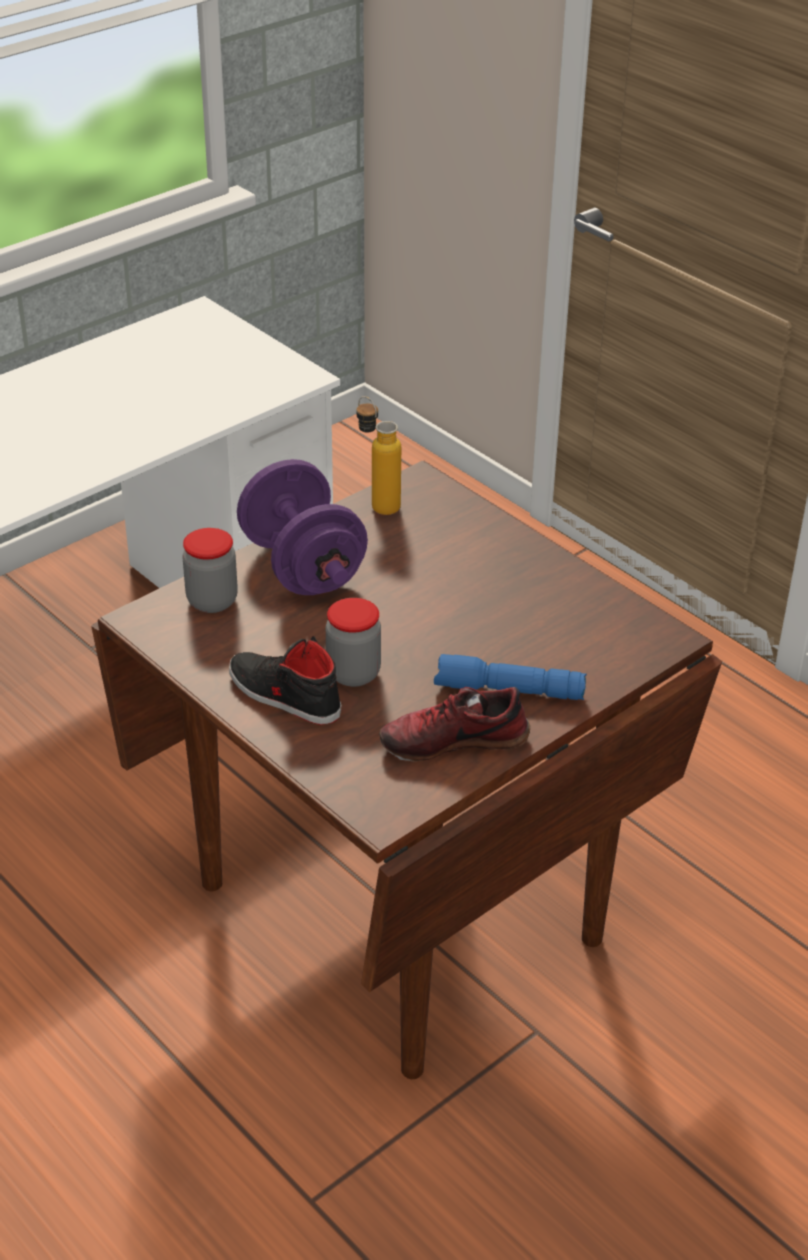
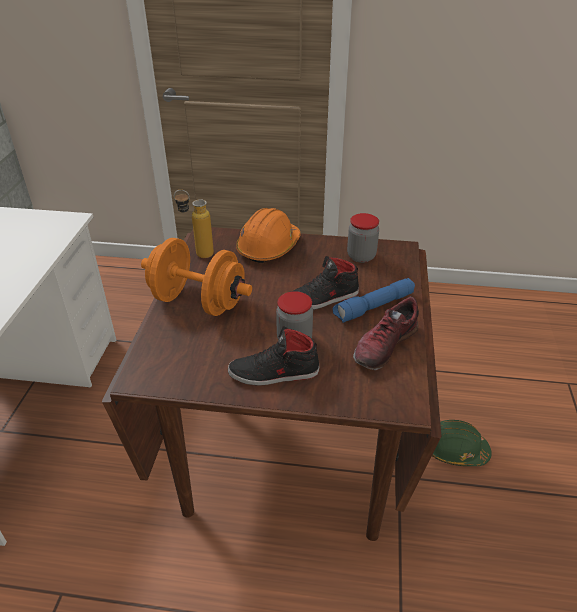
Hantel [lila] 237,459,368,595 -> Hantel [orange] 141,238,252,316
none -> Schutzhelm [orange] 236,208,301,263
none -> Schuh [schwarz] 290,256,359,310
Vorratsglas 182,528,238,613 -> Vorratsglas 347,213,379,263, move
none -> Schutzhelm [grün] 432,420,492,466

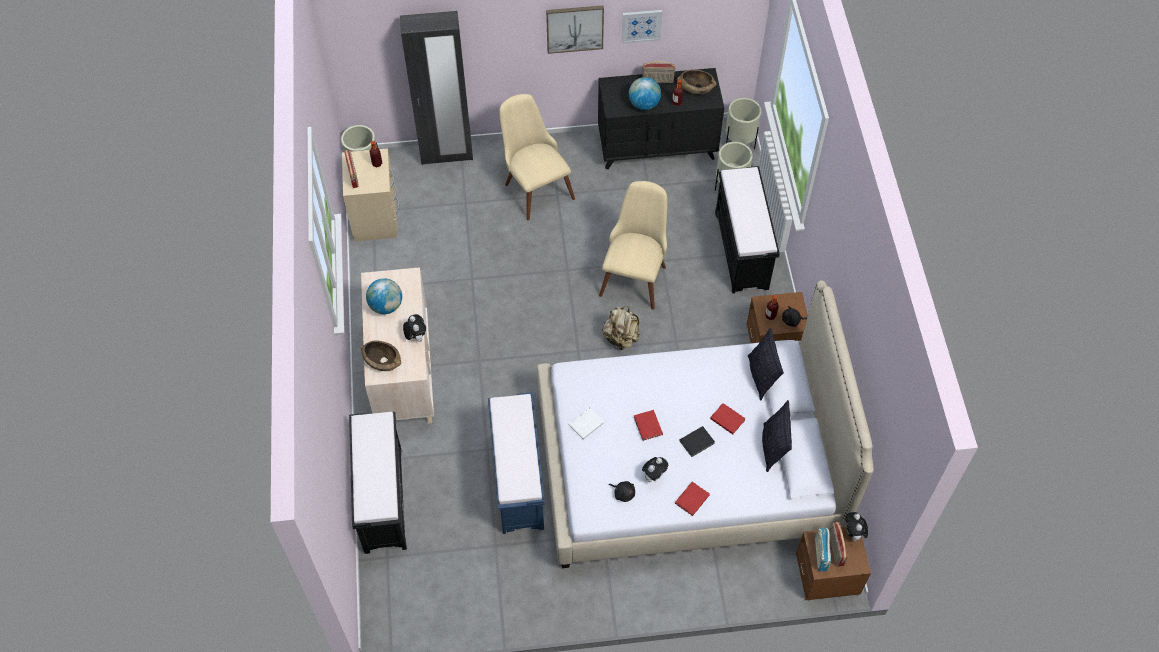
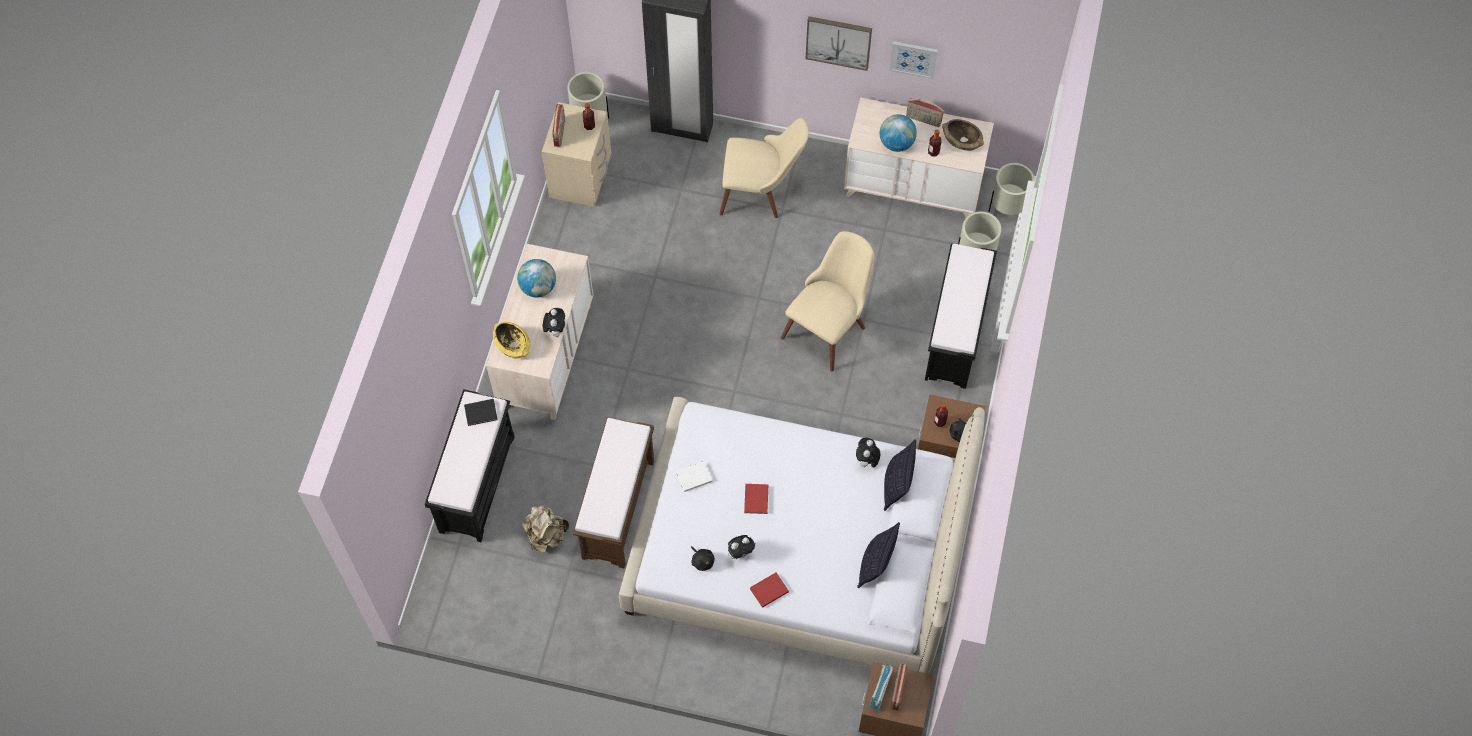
Buch [schwarz] 679,426,715,457 -> Buch [schwarz] 464,399,498,426, move
Schüssel [braun] 361,340,401,371 -> Schüssel [gelb] 493,322,530,358
Rucksack [beige] 603,306,640,350 -> Rucksack [beige] 522,505,569,553, move
Bank [blau] 488,392,545,534 -> Bank [braun] 573,417,654,568
Stuhl [beige] 500,94,575,220 -> Stuhl [beige] 719,118,809,218, 105 degrees clockwise
Kommode [schwarz] 598,68,724,169 -> Kommode [beige] 844,97,994,217
Plüschtier 845,512,868,541 -> Plüschtier 856,437,880,468, move
Buch [rot] 710,403,746,434 -> none

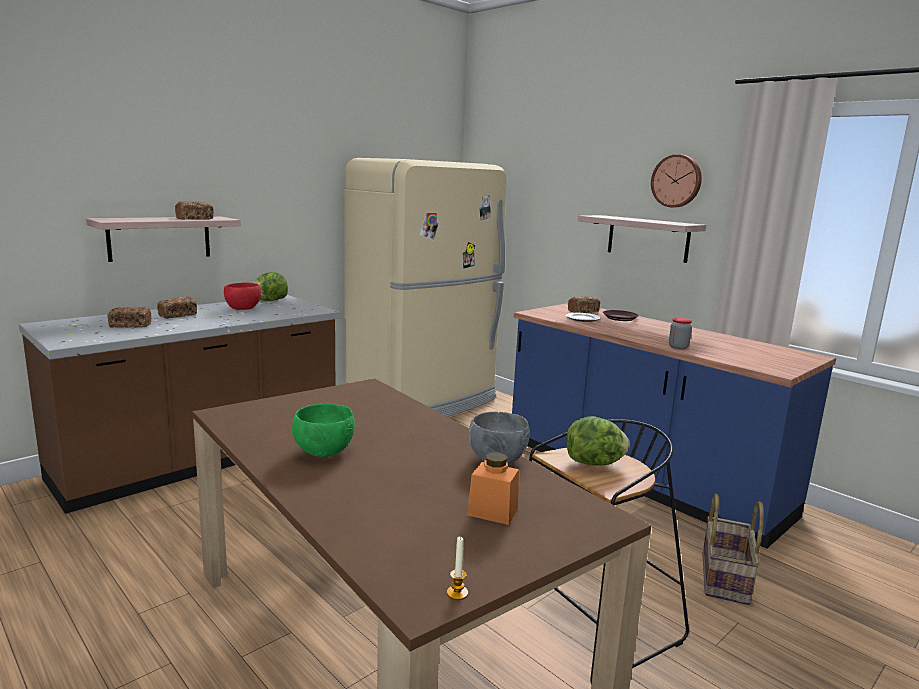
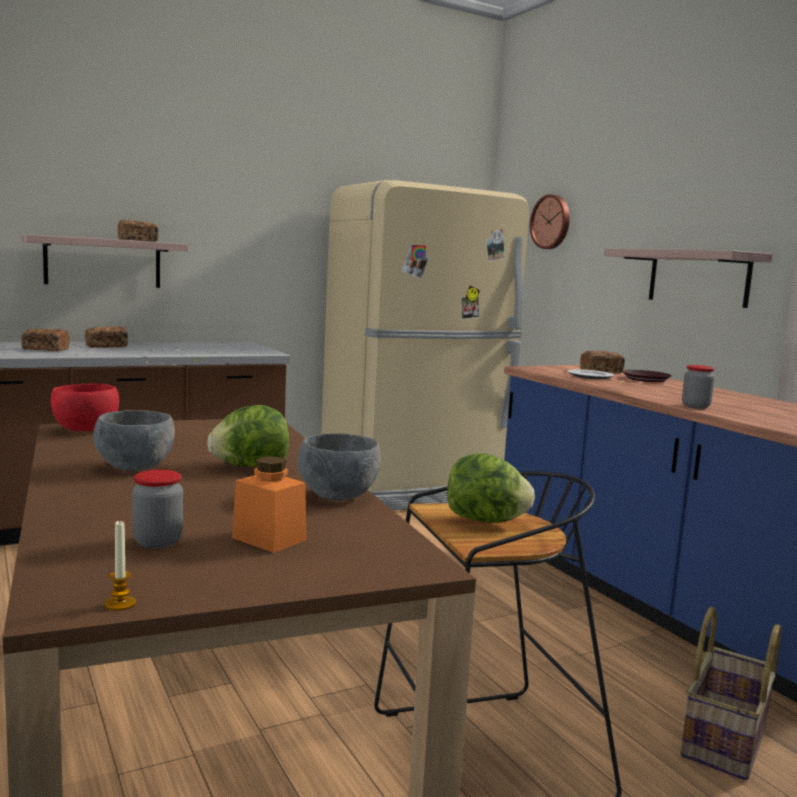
Schüssel [rot] 224,283,261,310 -> Schüssel [rot] 51,383,119,432, move
Schüssel [grün] 292,404,355,457 -> Schüssel [grau] 93,410,175,471
none -> Vorratsglas 132,470,183,549
Salatkopf 253,272,288,301 -> Salatkopf 207,405,289,467, move
Wanduhr 651,154,702,207 -> Wanduhr 530,195,570,249, move

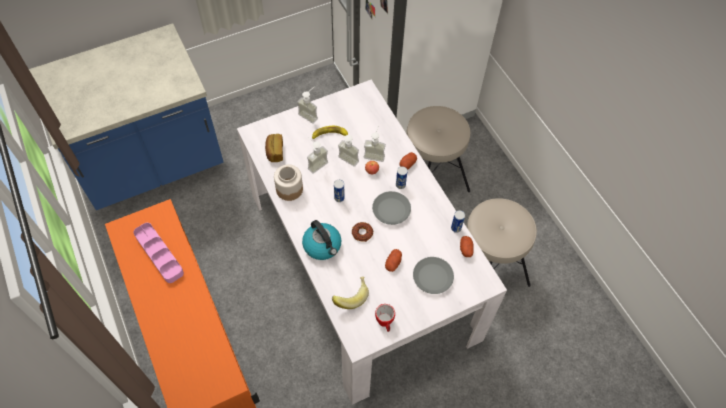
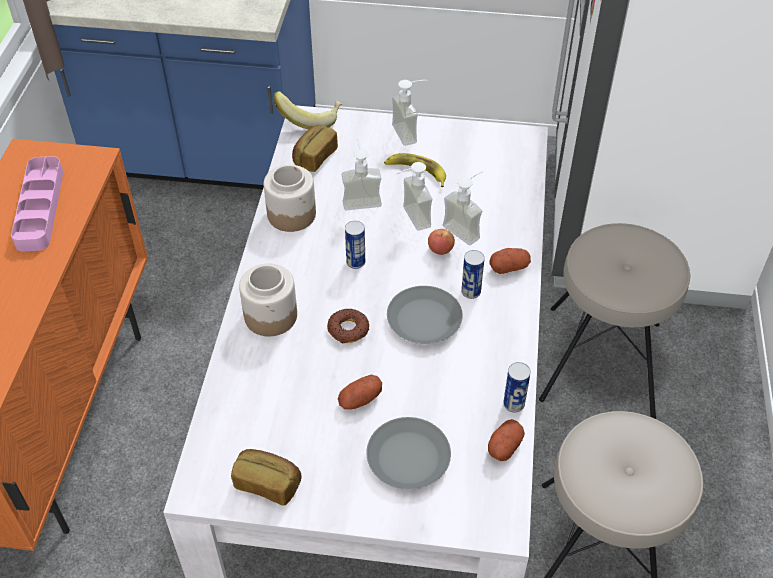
Henkelbecher 375,304,395,332 -> Brot 231,449,302,505
Wasserkessel 302,220,341,260 -> Vorratsglas 239,263,297,336
Banane 332,277,369,309 -> Banane 273,91,342,130, move

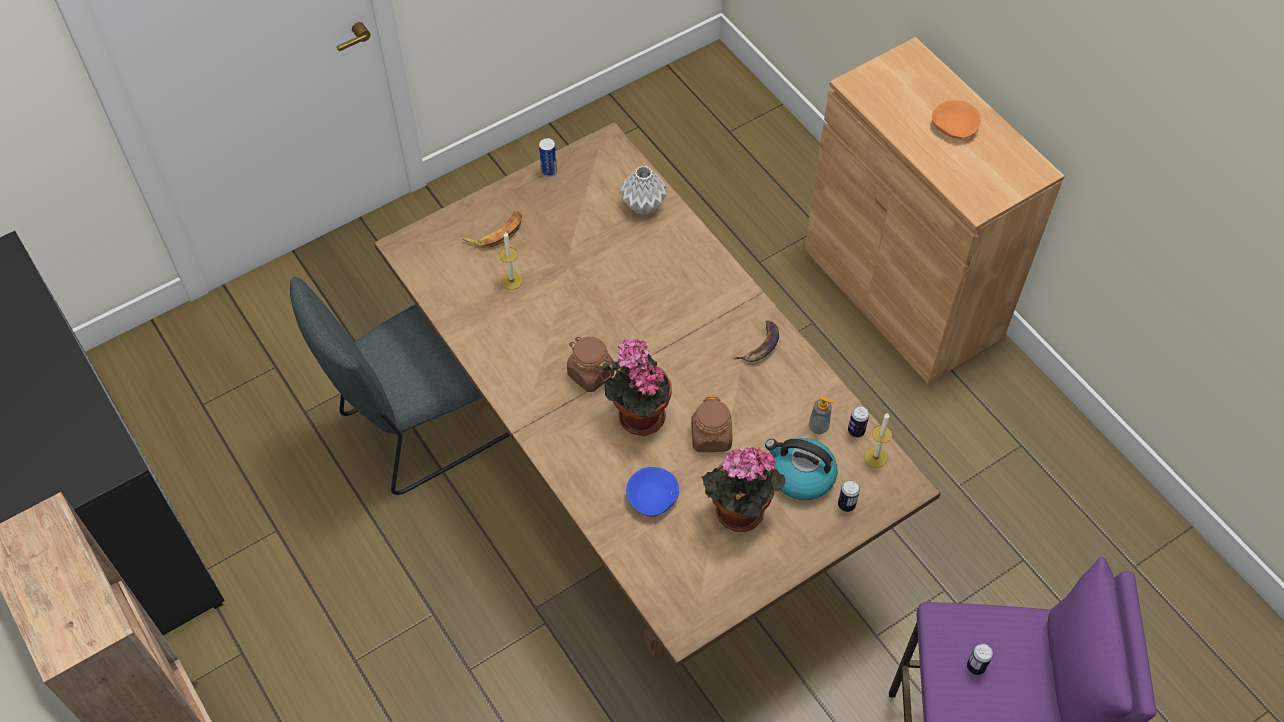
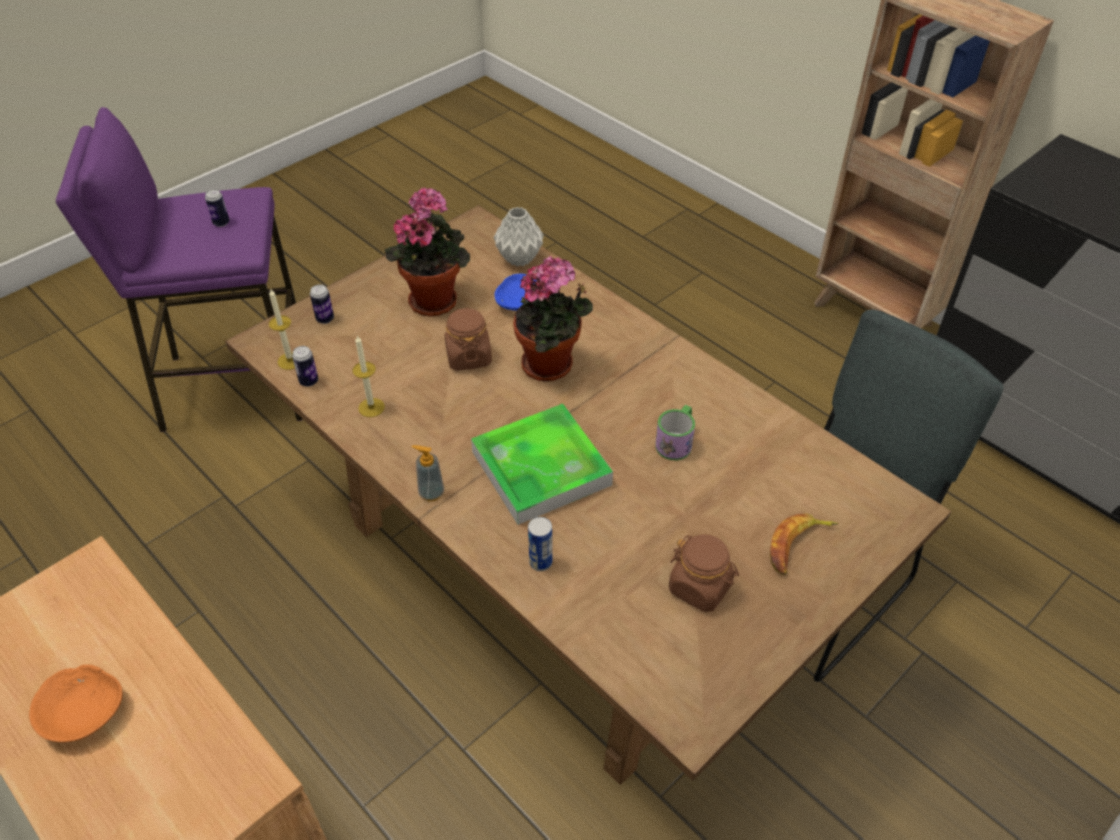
Kerze 499,231,523,290 -> Kerze 352,336,385,417, move
Seifenspender 809,395,835,434 -> Seifenspender 412,445,444,501, move
none -> Tablett 471,404,613,525
Vase [grau] 620,166,666,215 -> Vase [grau] 494,207,544,267, move
Dose 539,138,557,177 -> Dose 528,517,552,571, move
none -> Henkelbecher 655,405,695,460
Vorratsglas [braun] 567,337,614,392 -> Vorratsglas [braun] 669,534,739,612, move
Banane 733,320,779,362 -> none
Wasserkessel 765,438,838,500 -> none

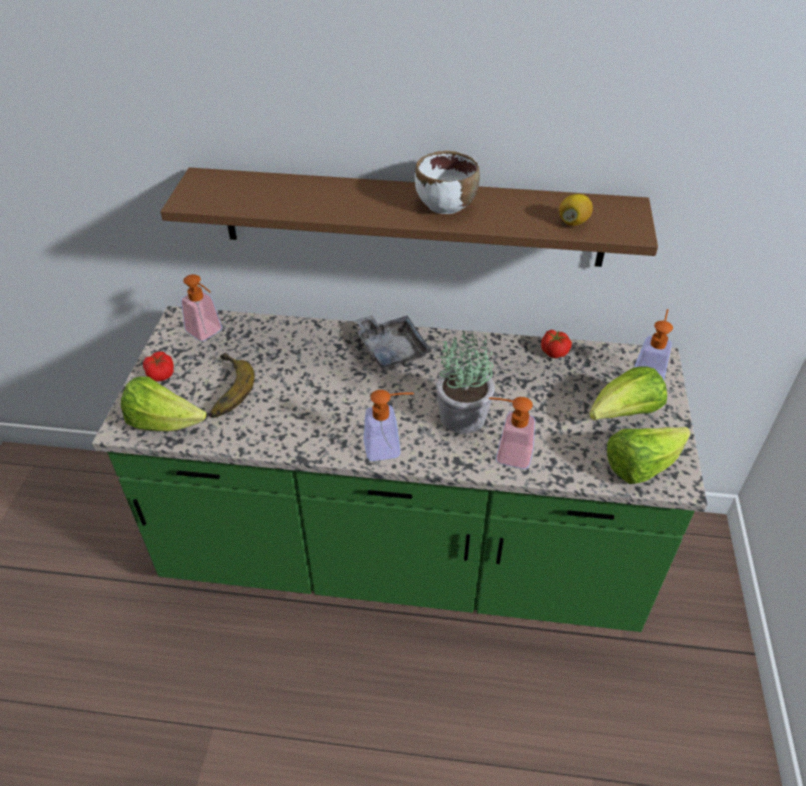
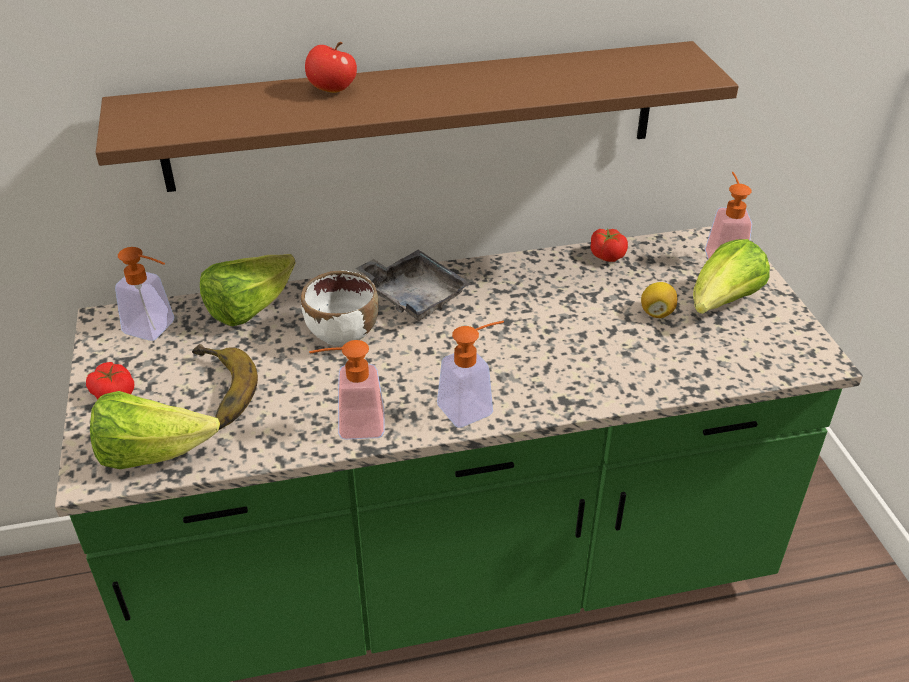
Salatkopf 607,427,691,484 -> Salatkopf 200,254,295,326, move
Schüssel [weiß] 415,151,480,214 -> Schüssel [weiß] 301,270,379,346, move
none -> Apfel 305,42,357,93
Seifenspender 489,397,535,469 -> Seifenspender 309,340,385,440, move
Zitrone 559,194,593,226 -> Zitrone 641,282,677,318, move
Topfpflanze 436,330,495,433 -> none

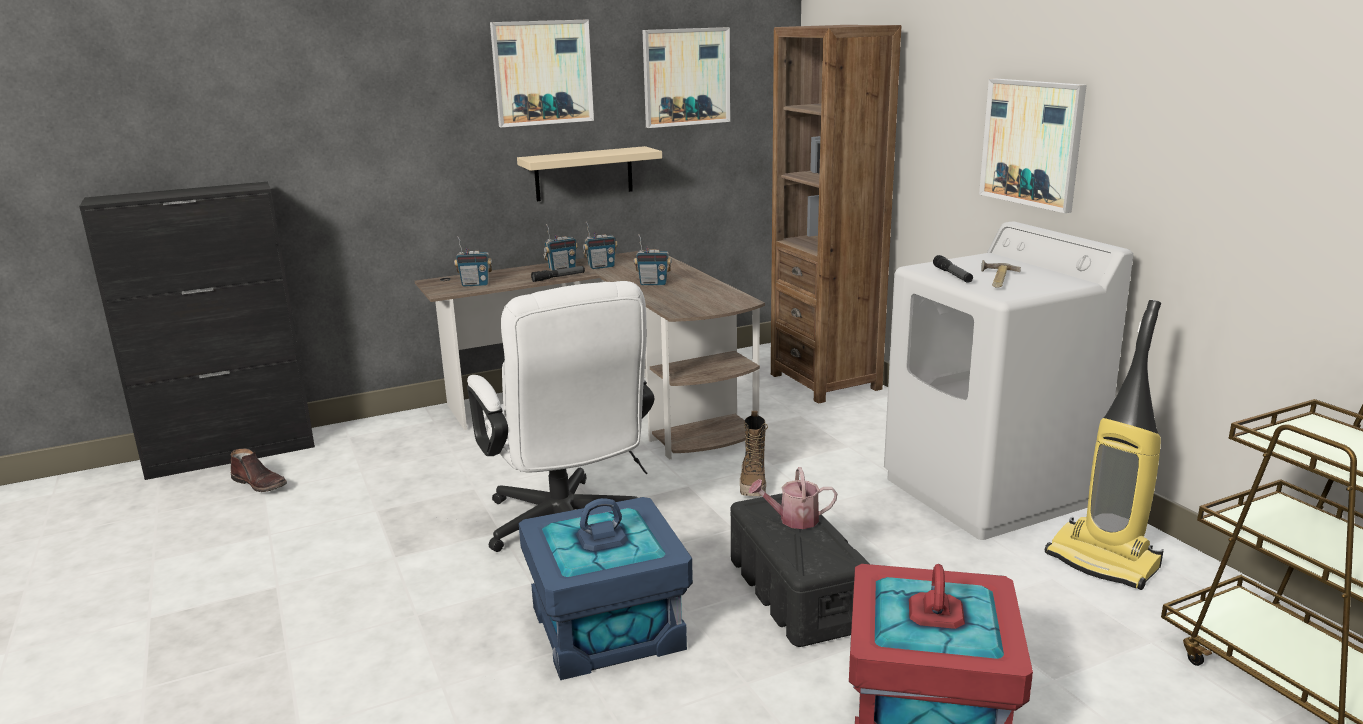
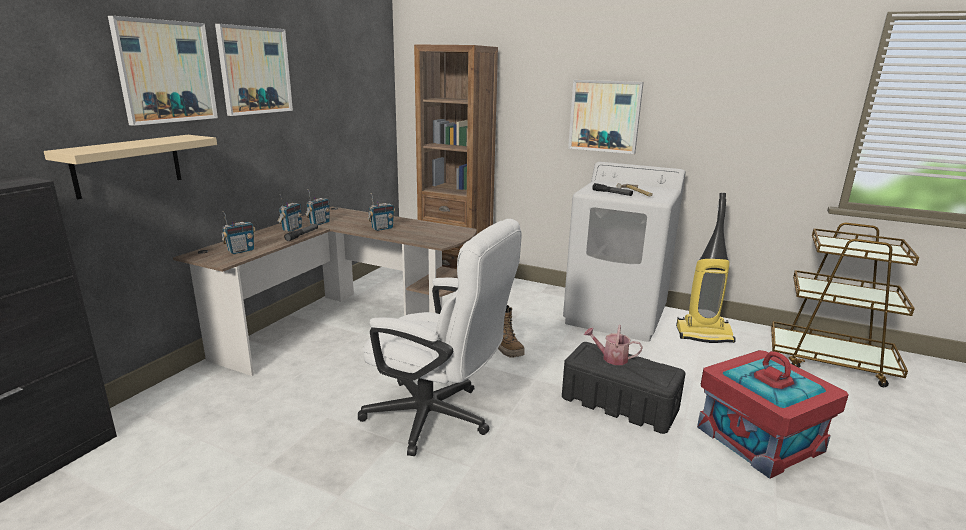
Wandregal [beige] 517,146,662,201 -> Wandregal [beige] 44,135,217,199, move
Bild 642,27,730,128 -> Bild 108,16,218,126, move
Gießkanne 748,467,837,529 -> Gießkanne 584,325,643,365, 60 degrees clockwise
Stiefel [braun] 231,449,287,492 -> none
Aufbewahrungsbox [blau] 519,497,693,680 -> none

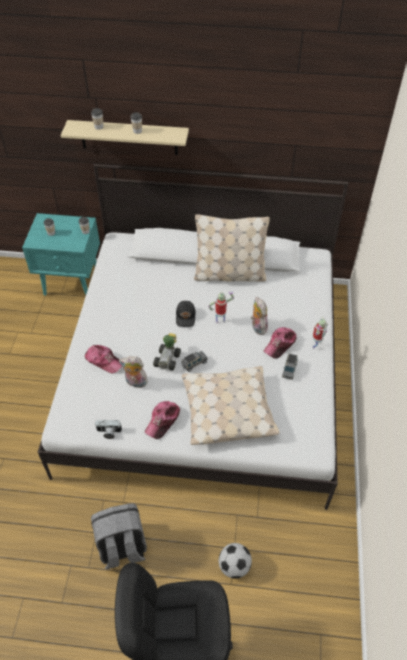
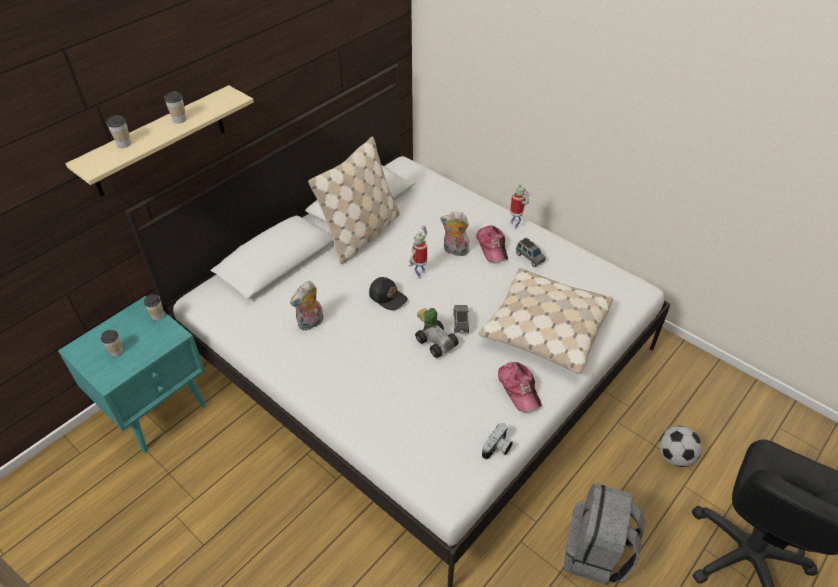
Plüschtier 119,356,149,388 -> Plüschtier 290,281,323,331, move
Kappe 85,345,122,374 -> none

